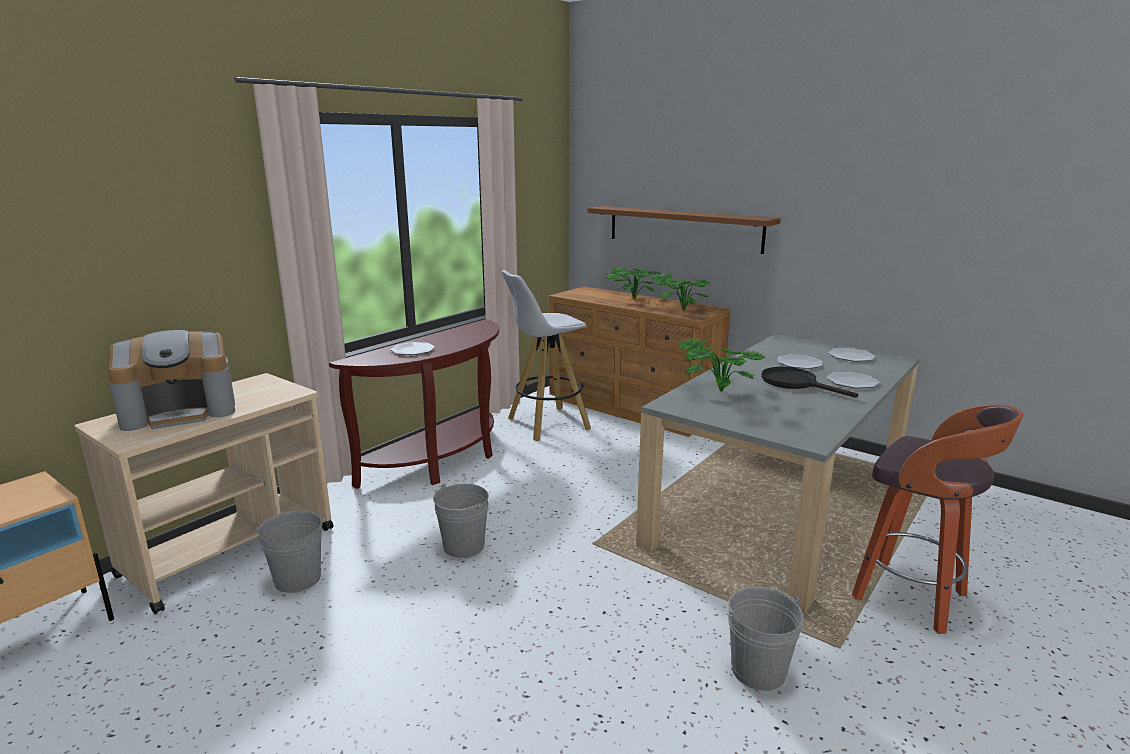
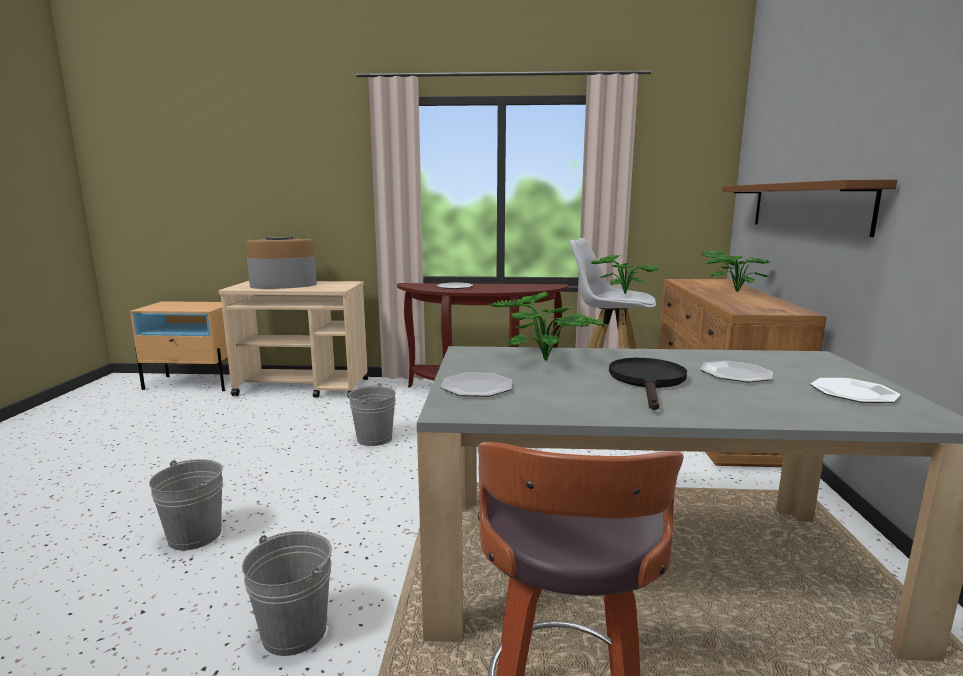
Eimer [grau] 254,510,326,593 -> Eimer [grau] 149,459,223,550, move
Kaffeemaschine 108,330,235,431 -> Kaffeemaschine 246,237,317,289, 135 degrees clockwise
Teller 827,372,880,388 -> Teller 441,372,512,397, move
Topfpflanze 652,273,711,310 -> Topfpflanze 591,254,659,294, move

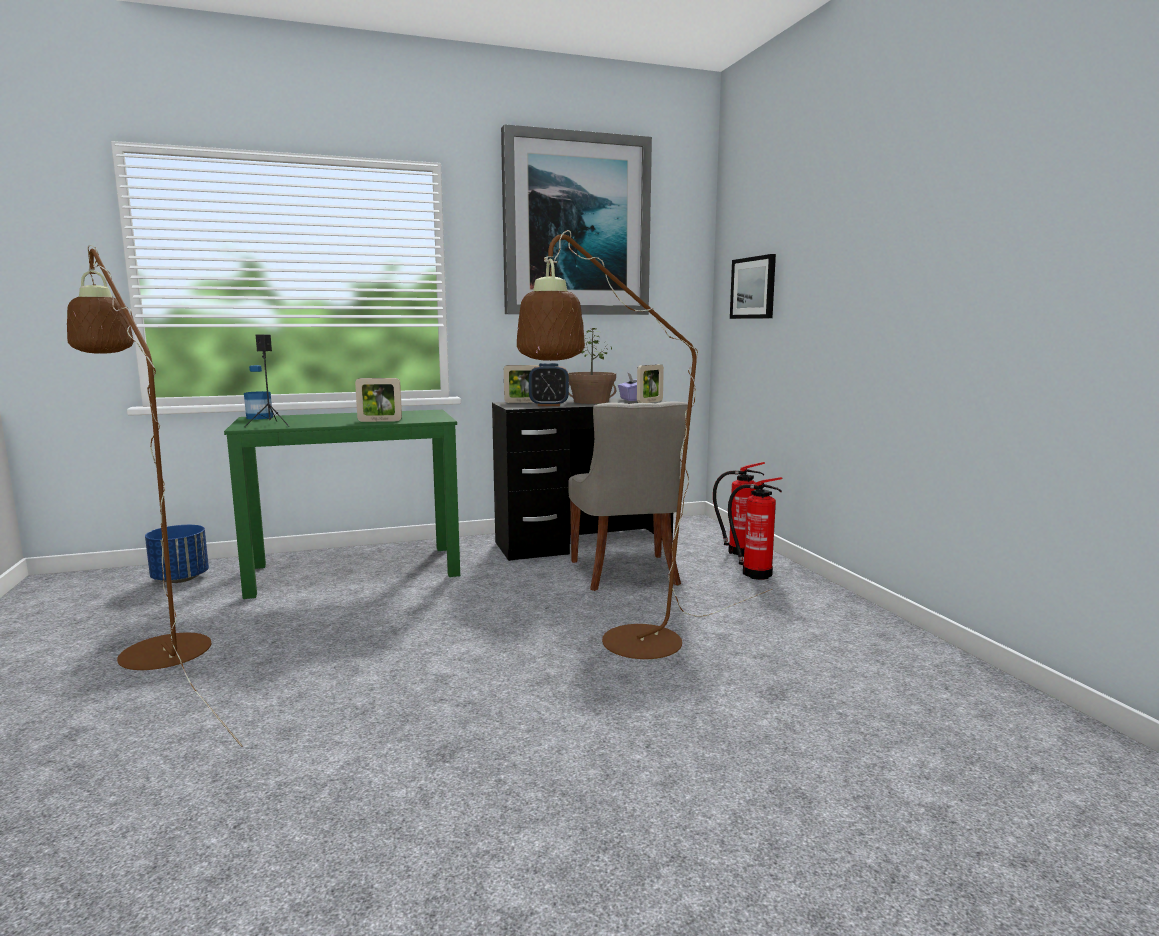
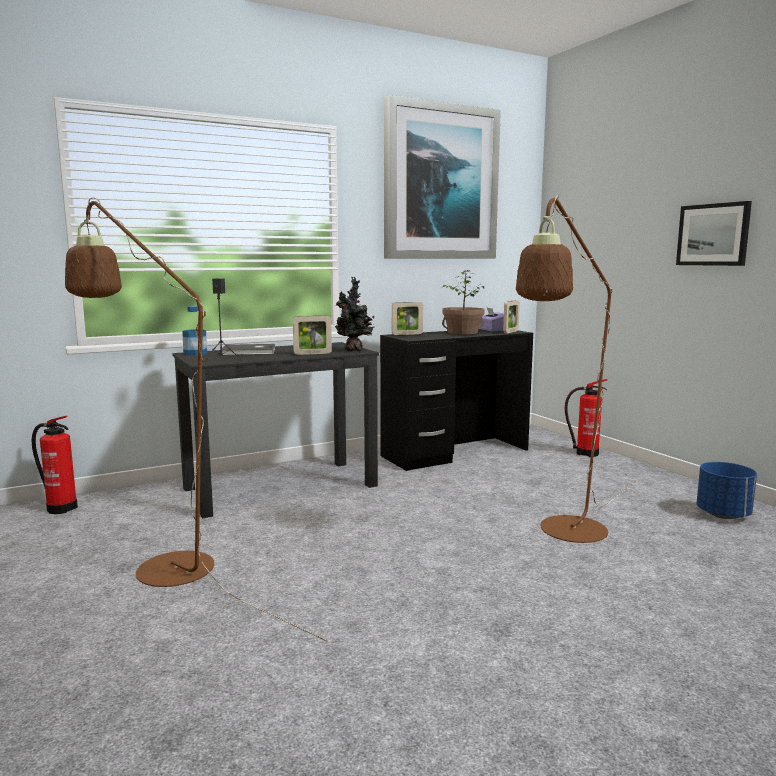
Feuerlöscher 728,477,783,580 -> Feuerlöscher 32,416,78,514, move
Schreibtisch [grün] 224,410,460,599 -> Schreibtisch [schwarz] 172,342,379,519
none -> Buch [grau] 222,344,275,355
none -> Topfpflanze 335,277,374,351
Bild 730,254,776,319 -> Bild 676,201,752,266, move
Pflanzkübel [blau] 145,525,209,583 -> Pflanzkübel [blau] 696,462,757,519, move
Wecker 529,363,569,406 -> none
Stuhl [grau] 568,401,688,591 -> none

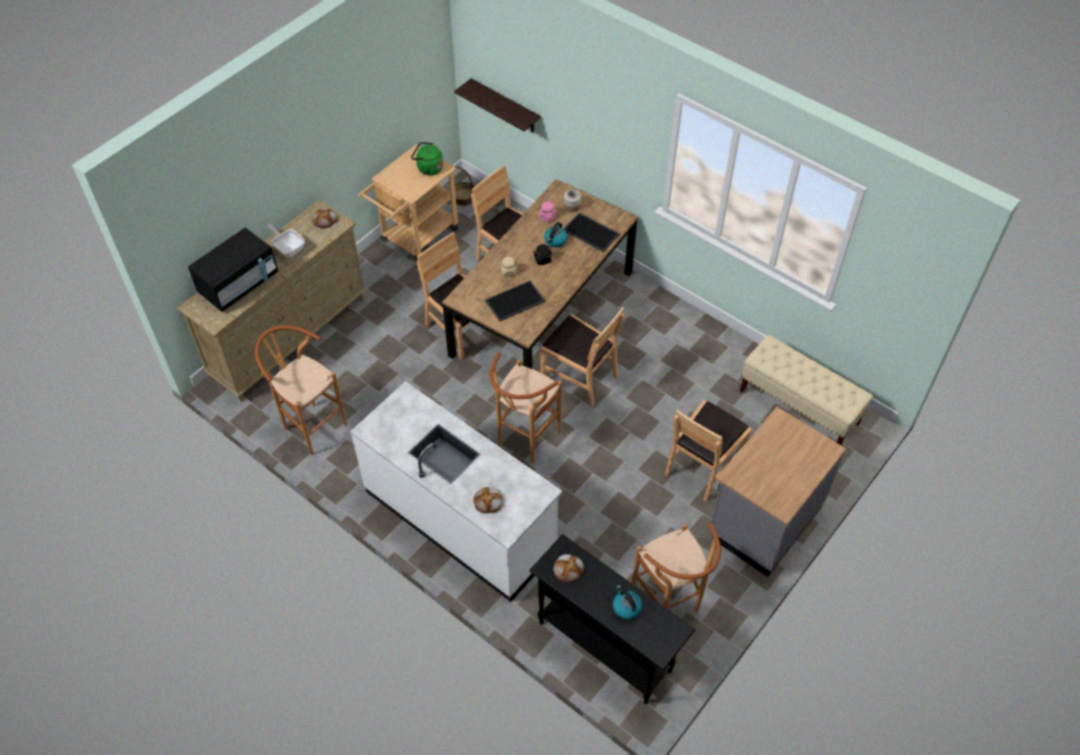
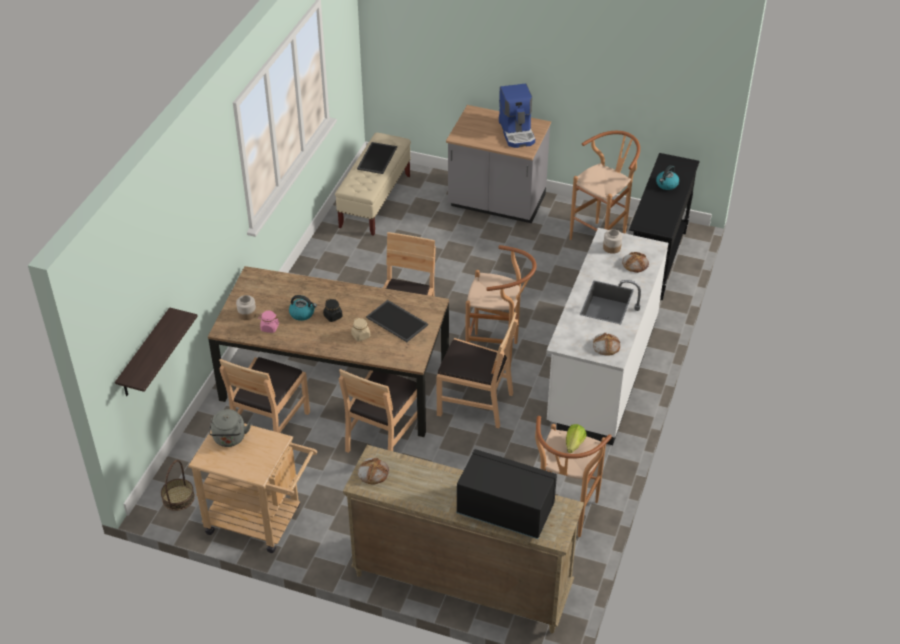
Wasserkessel [grün] 411,142,443,175 -> Wasserkessel [grau] 209,409,251,447
Tablett 563,212,620,252 -> Tablett 357,142,397,174, move
Stuhl [braun] 665,400,752,501 -> Stuhl [braun] 436,312,518,428, move
none -> Kaffeemaschine 499,84,535,148
none -> Salatkopf 566,424,587,453
Brot 553,554,584,583 -> Brot 593,333,620,356, move
none -> Vorratsglas 603,229,622,254
Pfanne 267,224,305,258 -> none

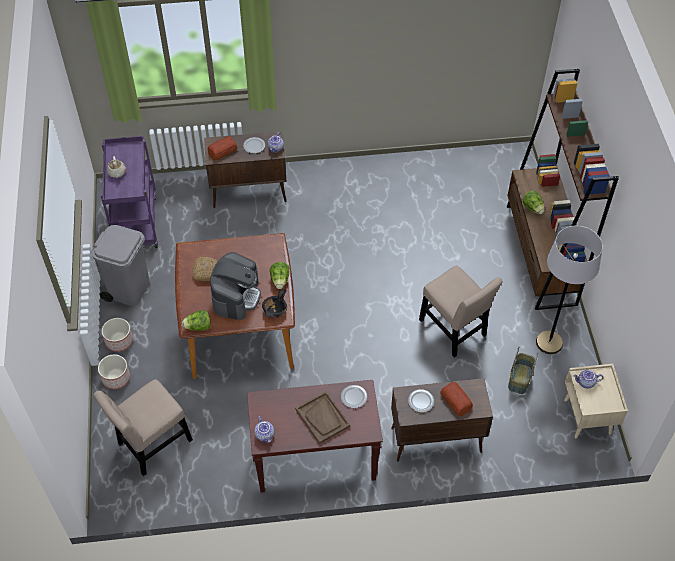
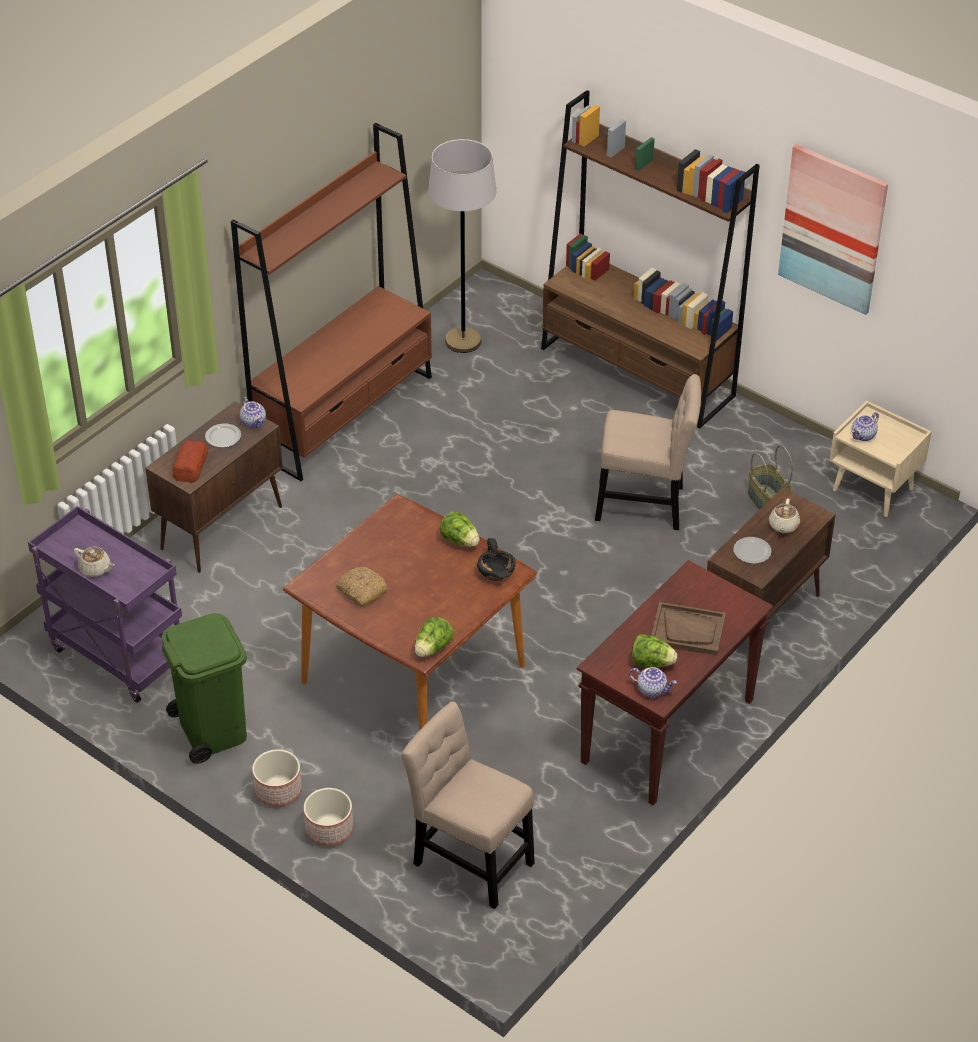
Mülleimer [grau] 92,225,150,306 -> Mülleimer [grün] 161,613,247,764
none -> Bücherregal [braun] 231,123,432,481
Stuhl [beige] 93,379,193,476 -> Stuhl [beige] 401,702,535,909, 120 degrees clockwise
Stehlampe [grau] 536,226,603,354 -> Stehlampe [grau] 428,139,497,353, move
Salatkopf 523,191,545,214 -> Salatkopf 632,634,677,667, move
Brot 440,382,473,416 -> Teekanne [beige] 769,499,800,533
none -> Bild 778,145,888,315
Kaffeemaschine 210,252,261,320 -> none
Teller 341,385,367,408 -> none

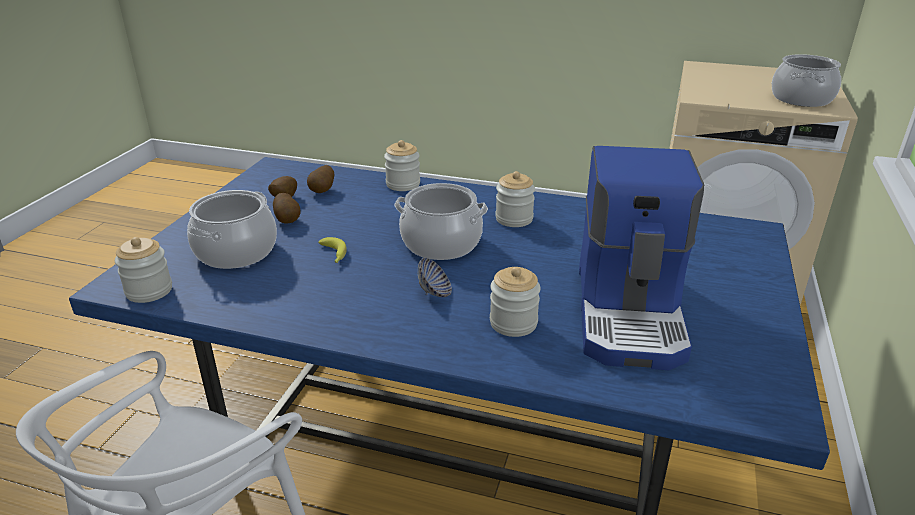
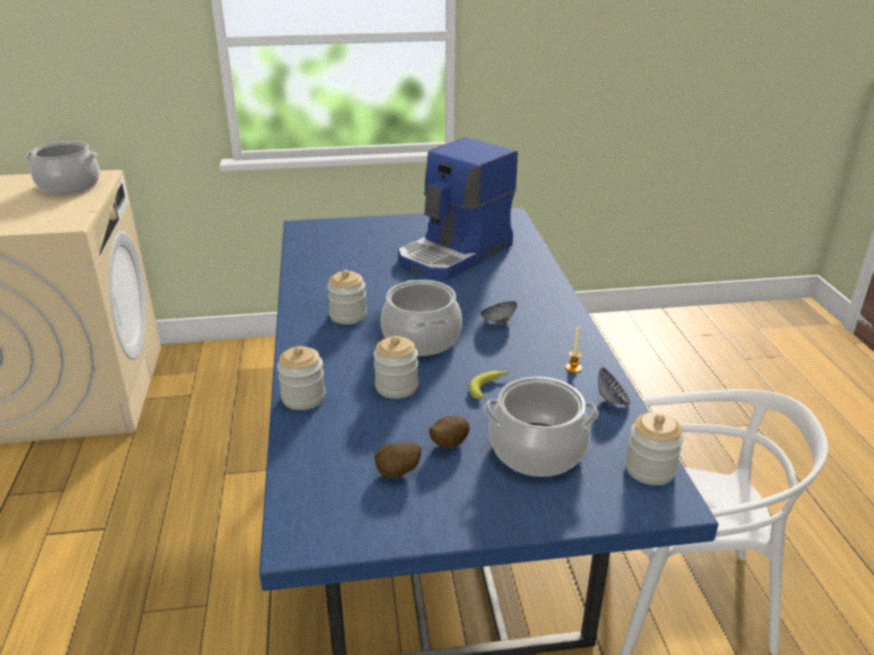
Vorratsglas 490,267,541,337 -> Vorratsglas 373,336,418,399, move
Kaffeemaschine 579,146,704,370 -> Kaffeemaschine 398,137,518,280, 150 degrees clockwise
none -> Kerze 565,326,582,373
none -> Schüssel 598,367,631,405
Kartoffel 307,165,334,193 -> none

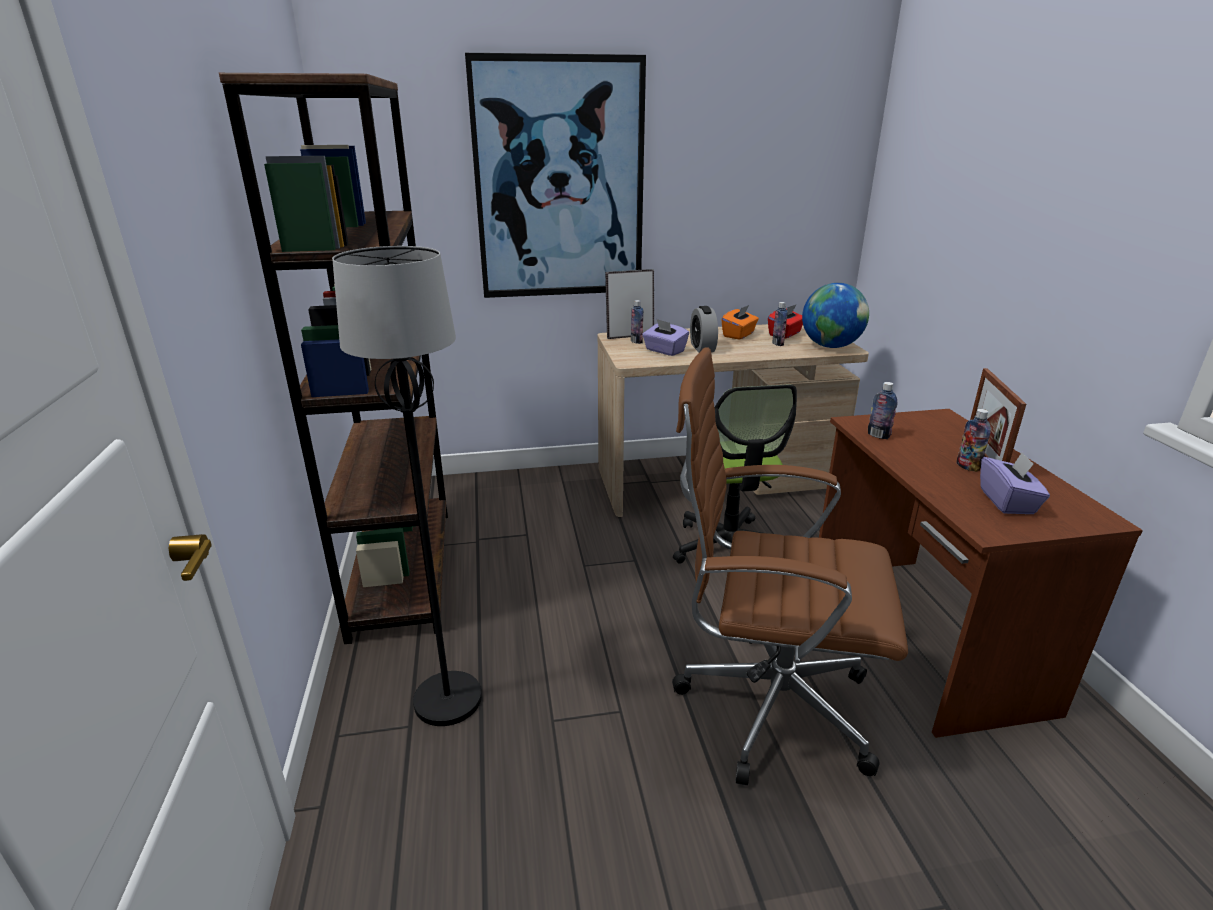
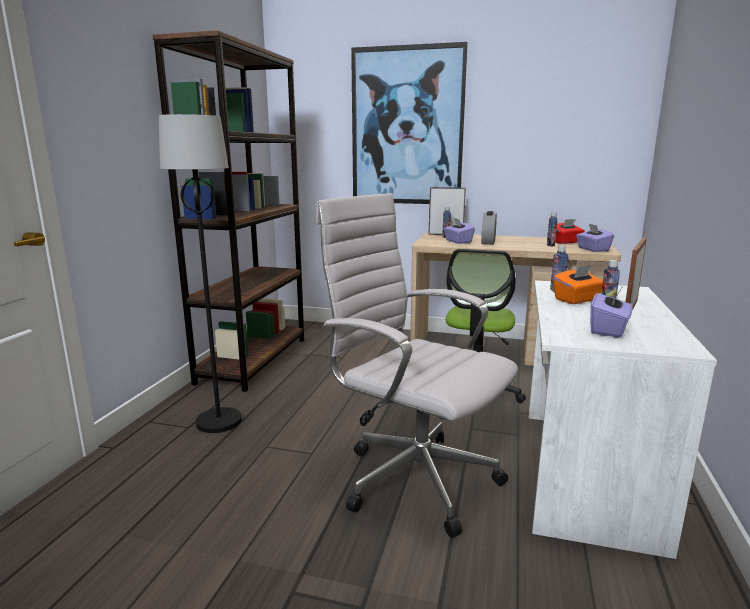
Bürostuhl [braun] 672,347,908,786 -> Bürostuhl [weiß] 315,193,518,537
Schreibtisch [braun] 819,409,1143,738 -> Schreibtisch [weiß] 529,280,717,559
Taschentuchbox [orange] 721,305,759,340 -> Taschentuchbox [orange] 553,265,603,304, move
Globus 802,283,869,348 -> Taschentuchbox [lila] 576,224,614,252

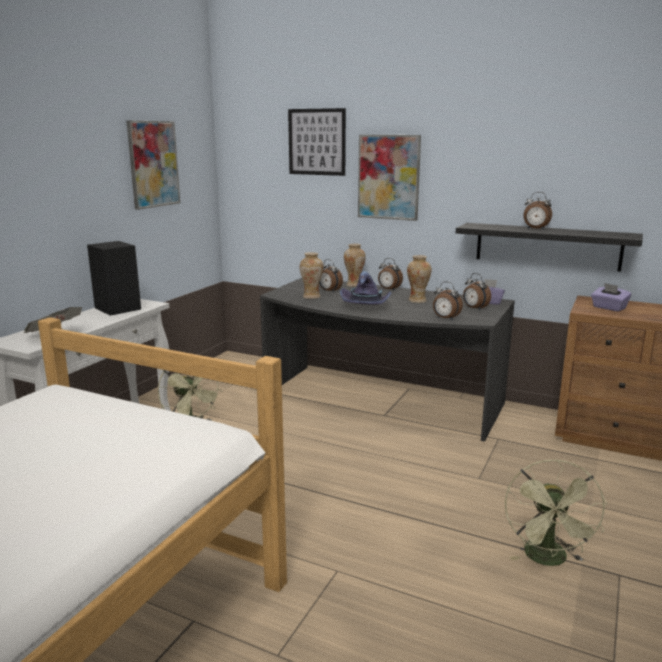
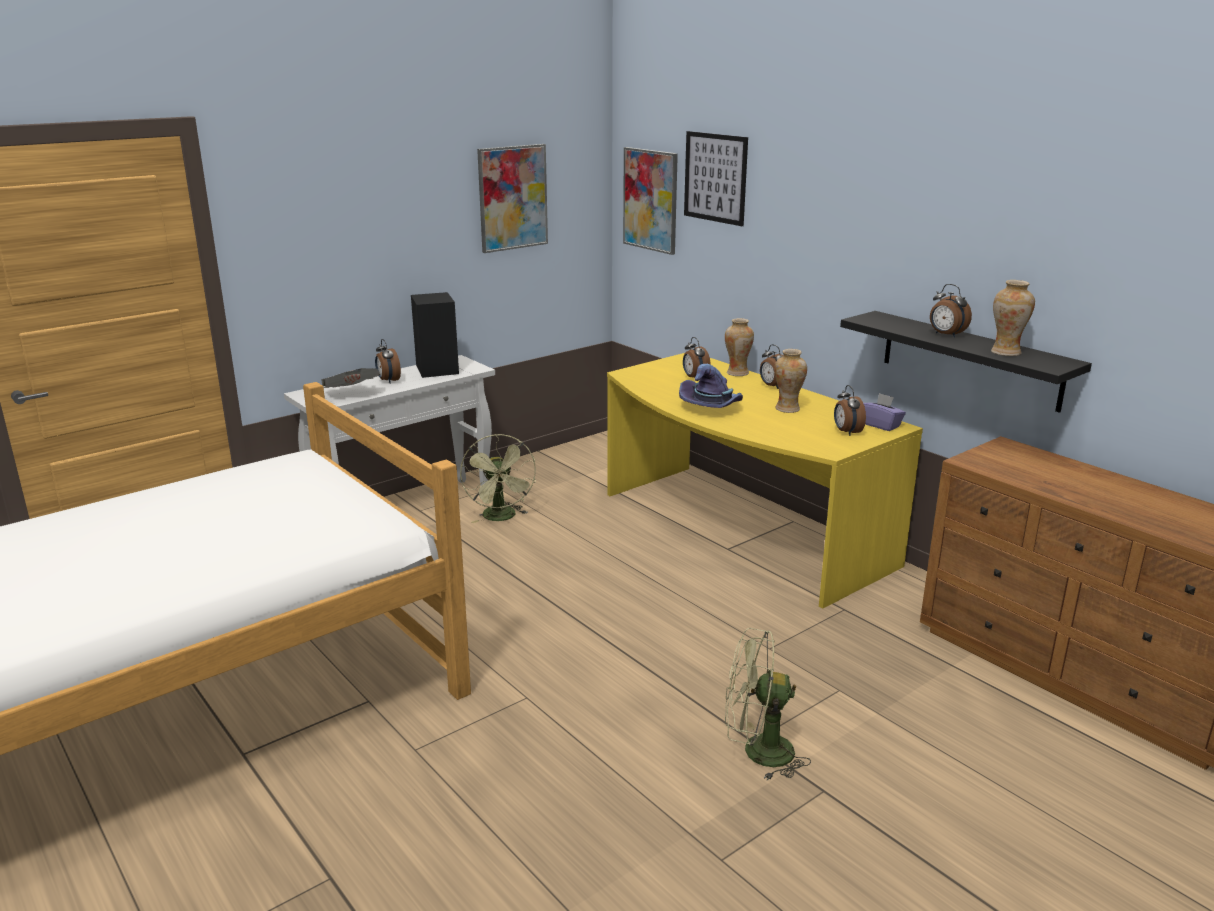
Wecker 433,281,463,320 -> Wecker 375,339,401,384, move
Schreibtisch [grau] 260,278,515,442 -> Schreibtisch [gelb] 607,353,923,609
Bild 358,135,421,221 -> Bild 623,147,678,255, move
Ventilator [grün] 505,460,607,566 -> Ventilator [grün] 725,628,811,780, 60 degrees clockwise
Vase 300,252,323,299 -> Vase 991,280,1035,356, move
Taschentuchbox [lila] 591,283,632,312 -> none

